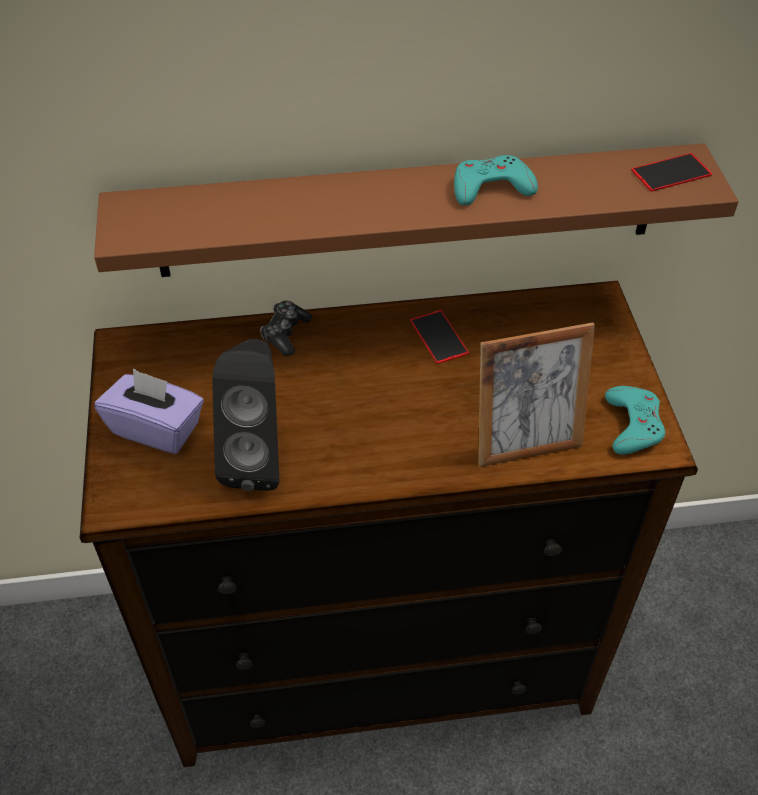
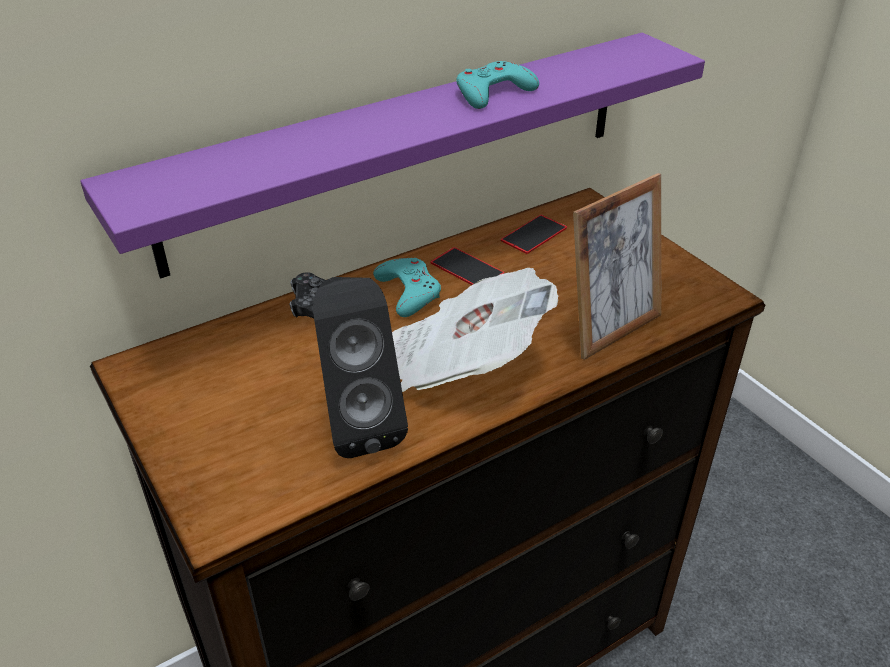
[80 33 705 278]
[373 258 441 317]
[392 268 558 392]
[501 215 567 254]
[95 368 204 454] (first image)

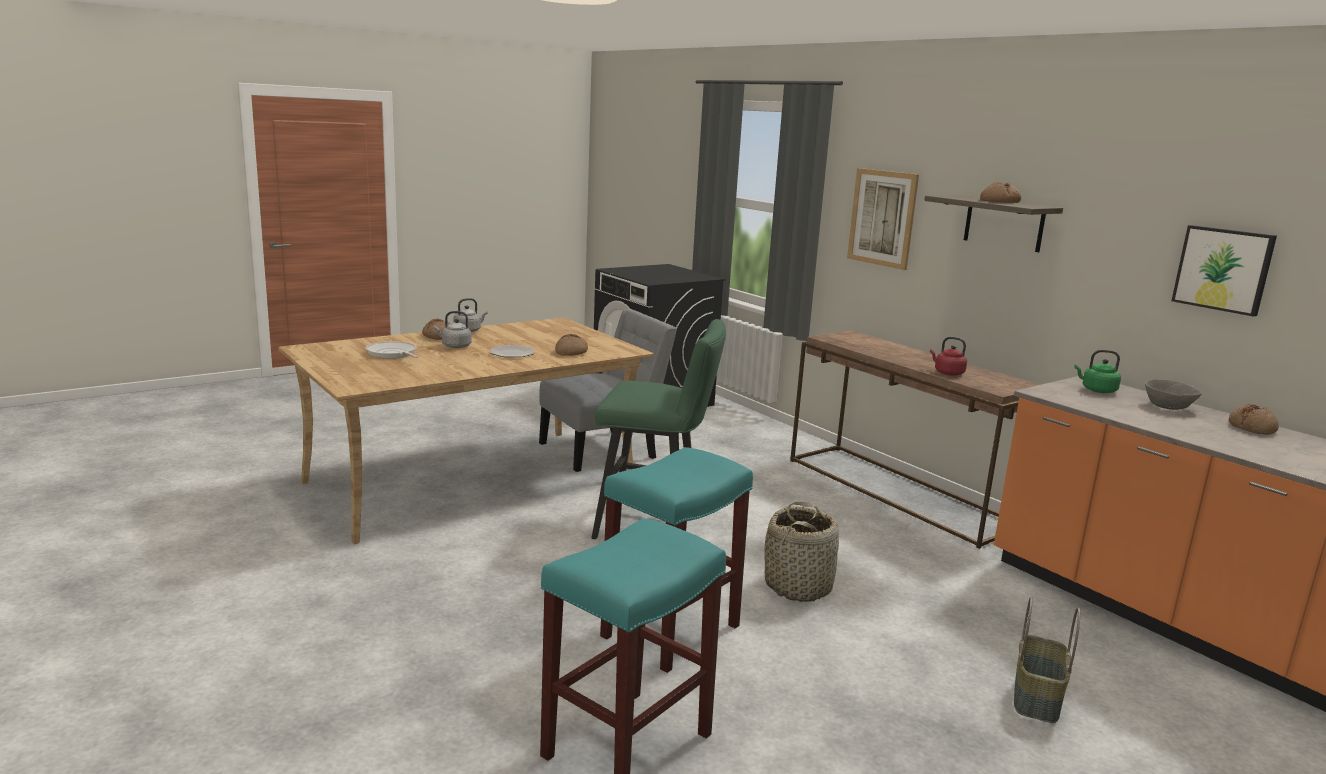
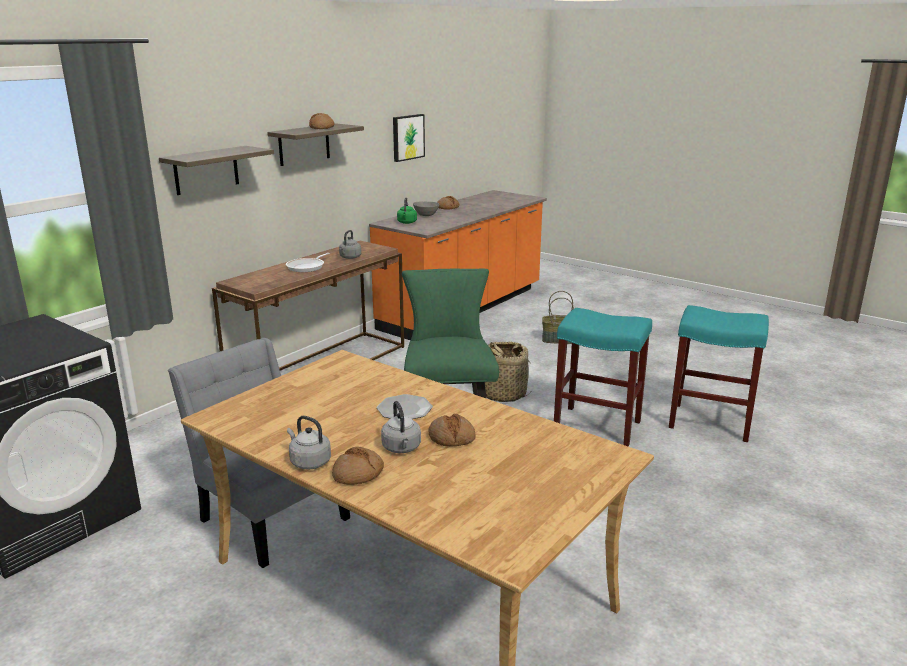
[159 146 274 195]
[286 253 330 272]
[339 230 361 259]
[428 414 476 446]

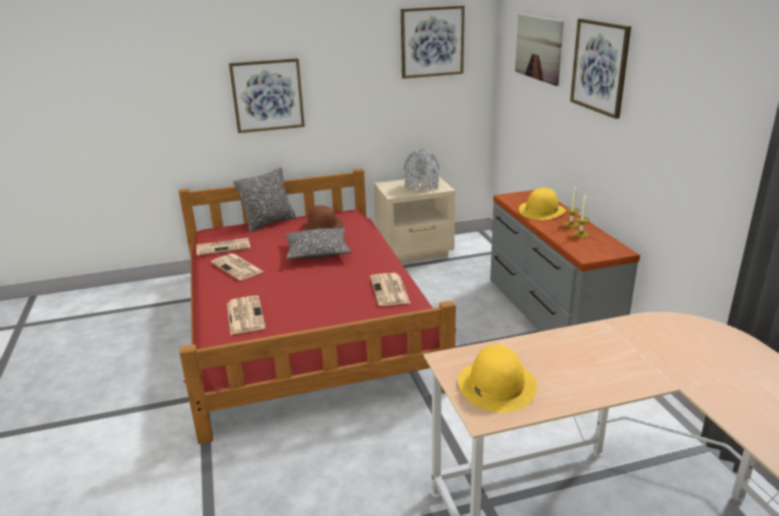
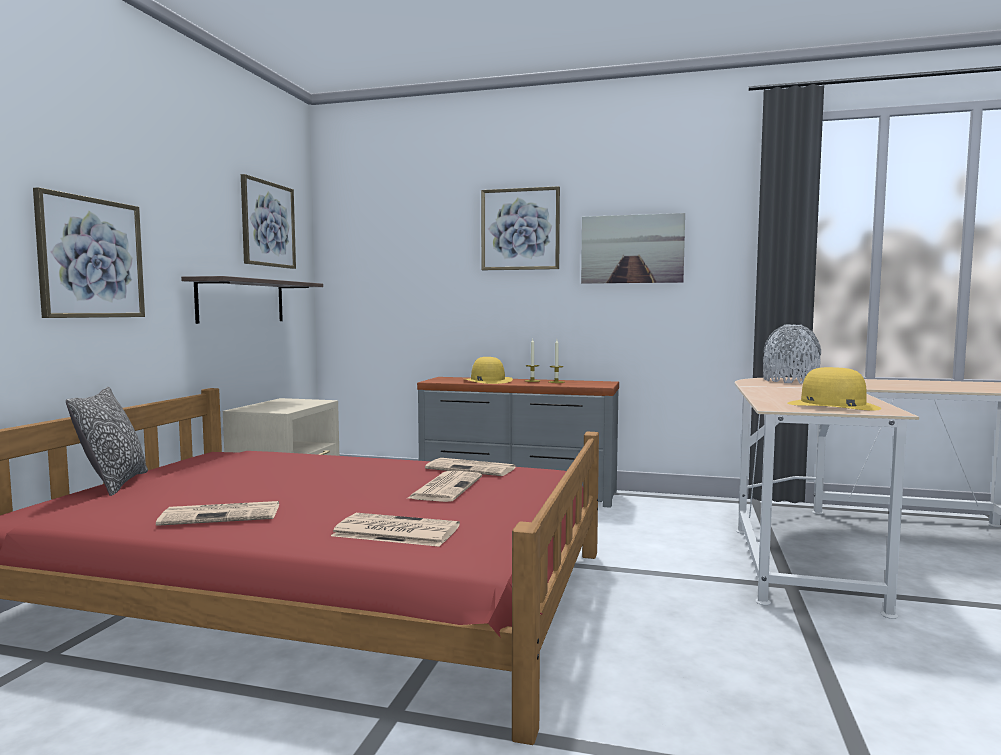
[181 276 323 324]
[408 471 482 502]
[581 213 685 284]
[763 325 821 384]
[286 228 351 259] (first image)
[302 205 343 230] (first image)

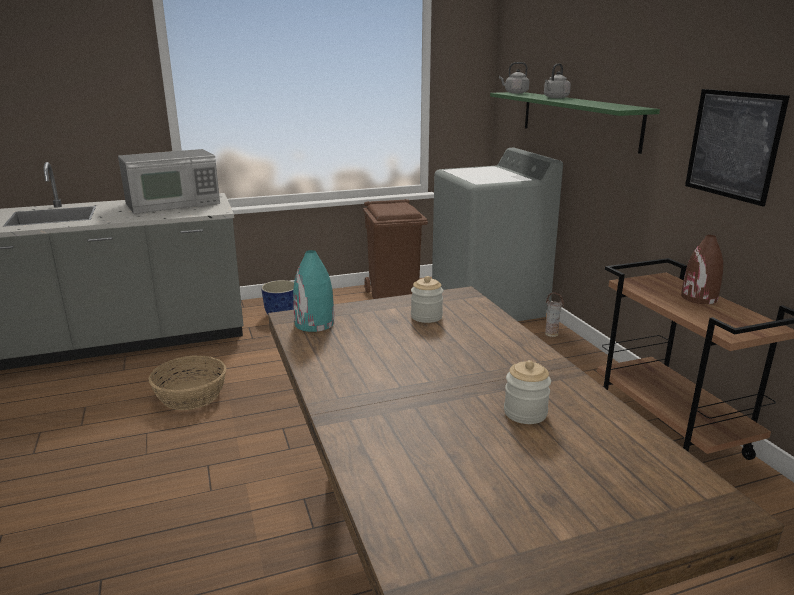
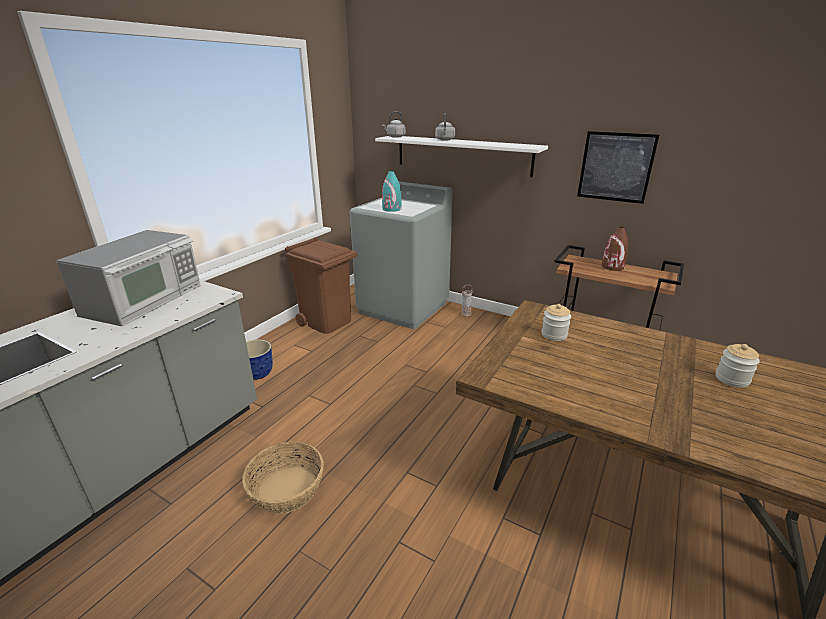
[375 136 548 177]
[382 171 402 212]

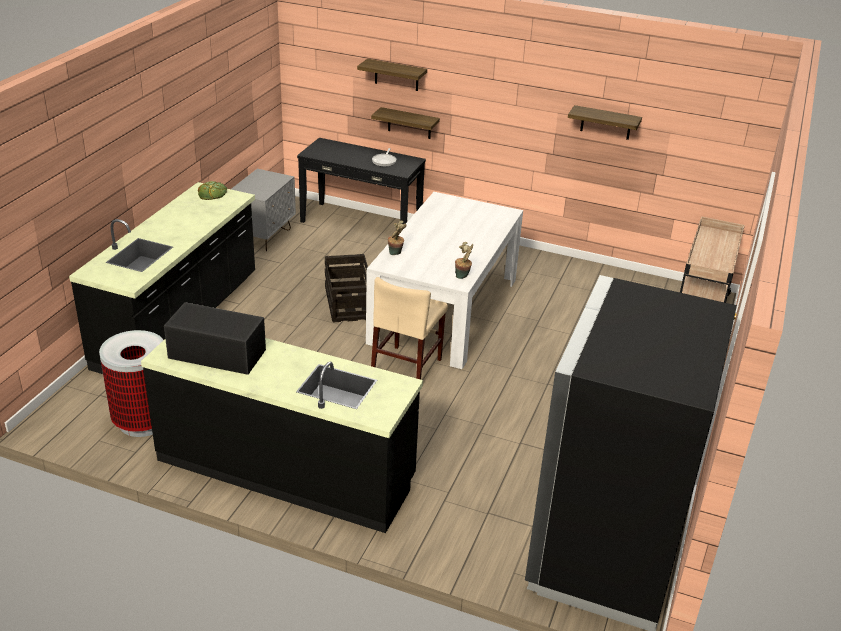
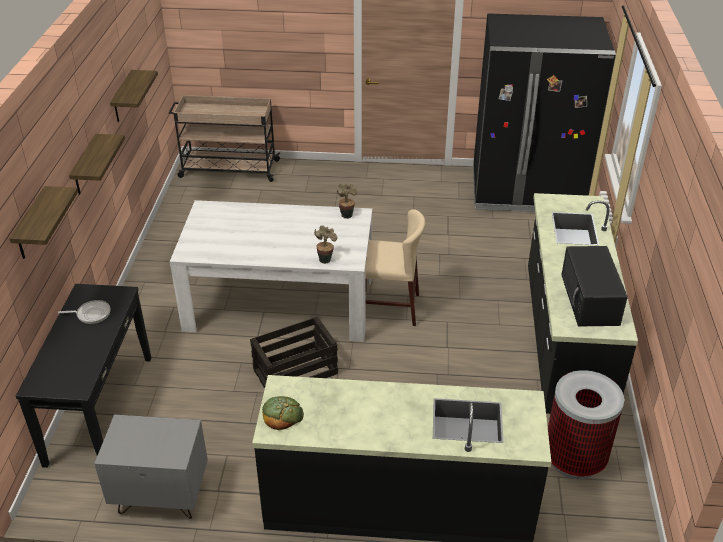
[69 134 125 195]

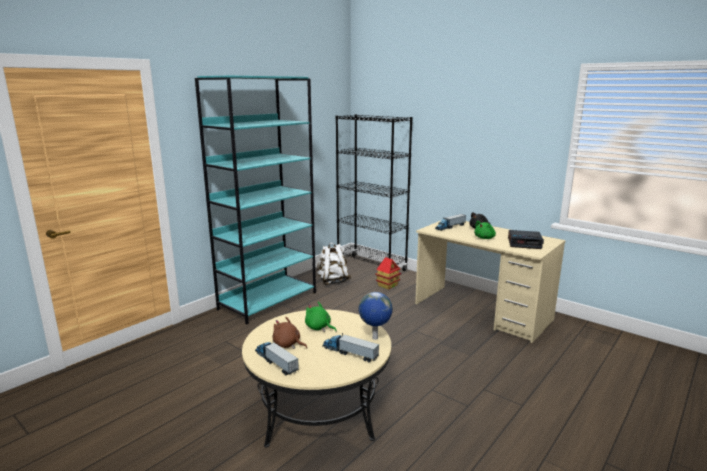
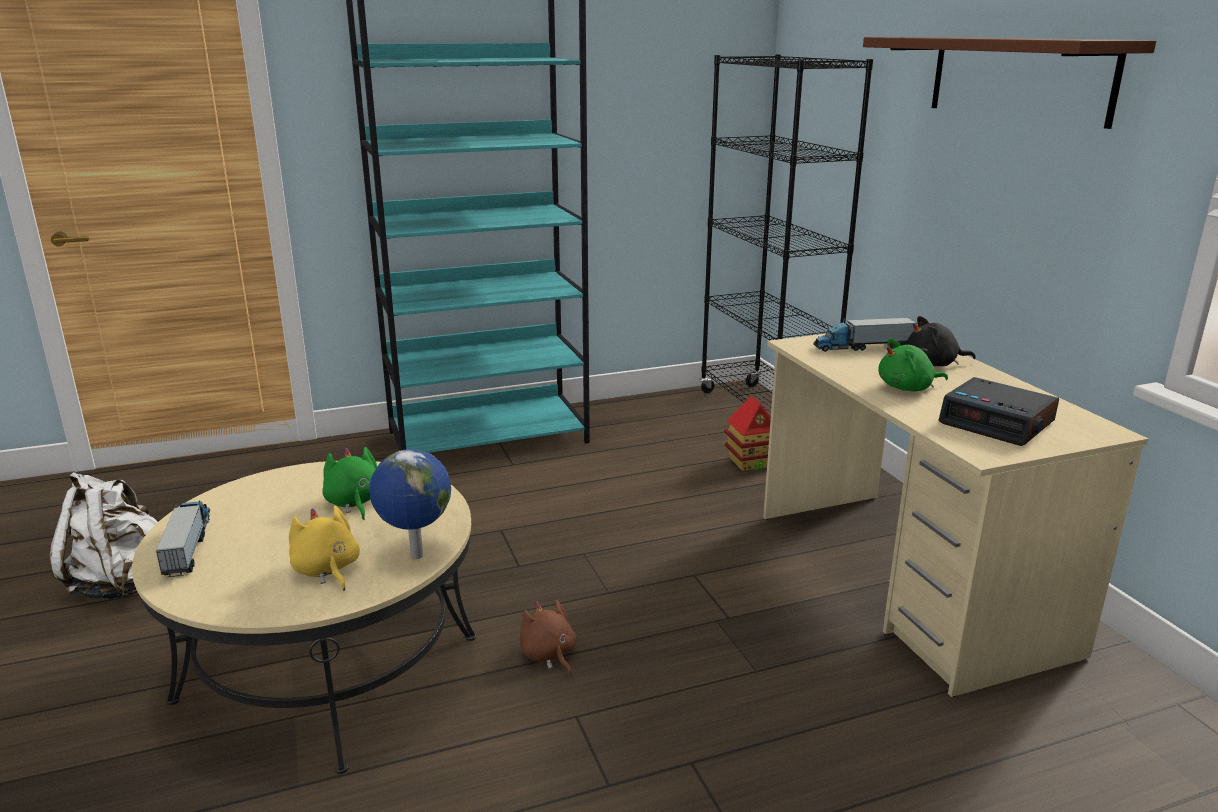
[49 472 158 600]
[289 506 360 591]
[520 600 577 677]
[863 37 1156 129]

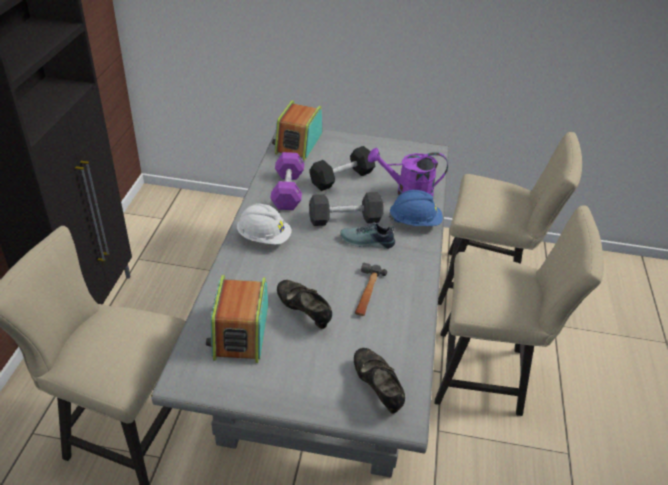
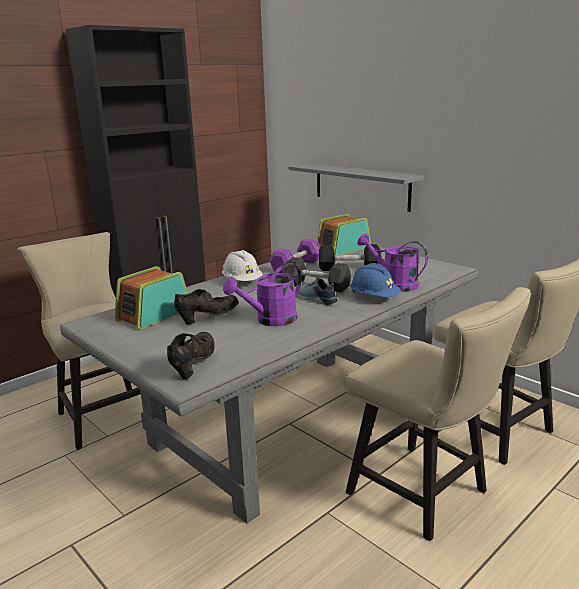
[174 289 239 325]
[223 263 302 326]
[289 163 424 212]

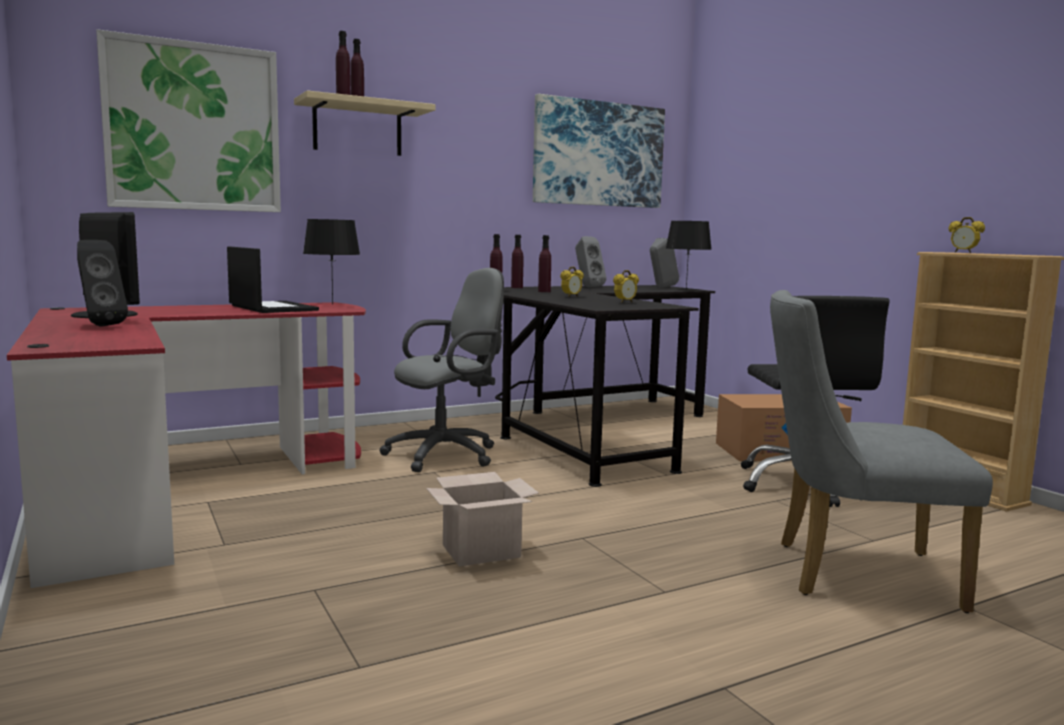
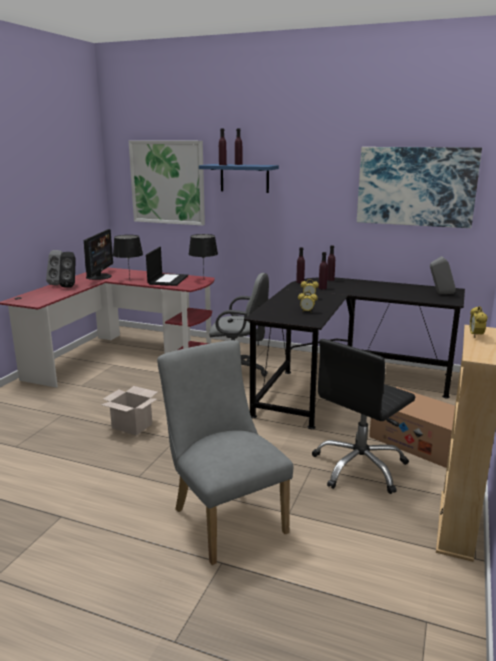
[46 250 63 285]
[113 235 143 277]
[199 164 279 193]

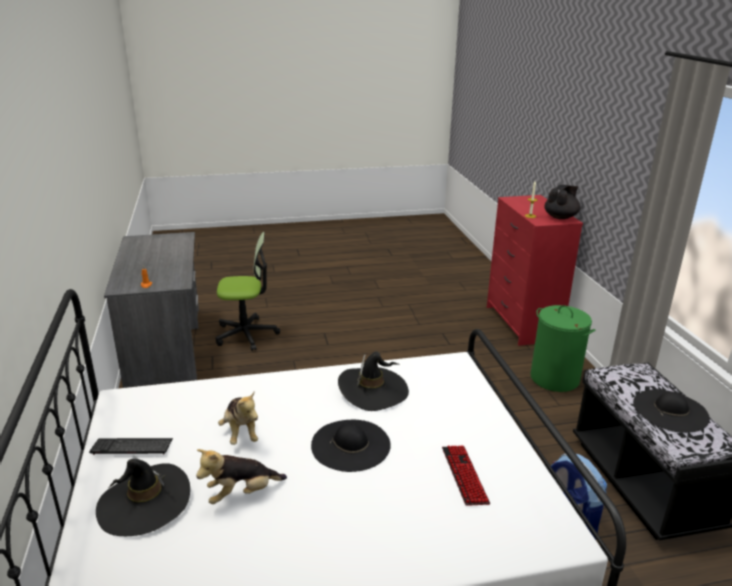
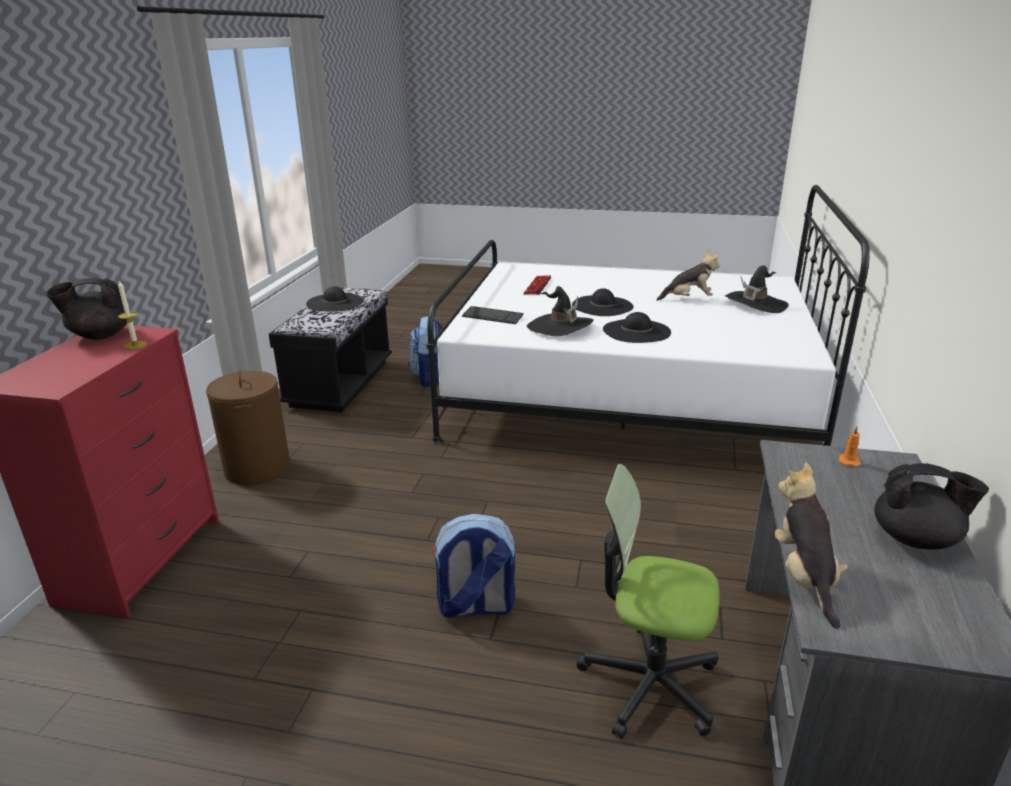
[206 369 290 485]
[432 514 515 618]
[462 306 524 324]
[603 312 671 343]
[774 462 848 629]
[874 463 989 550]

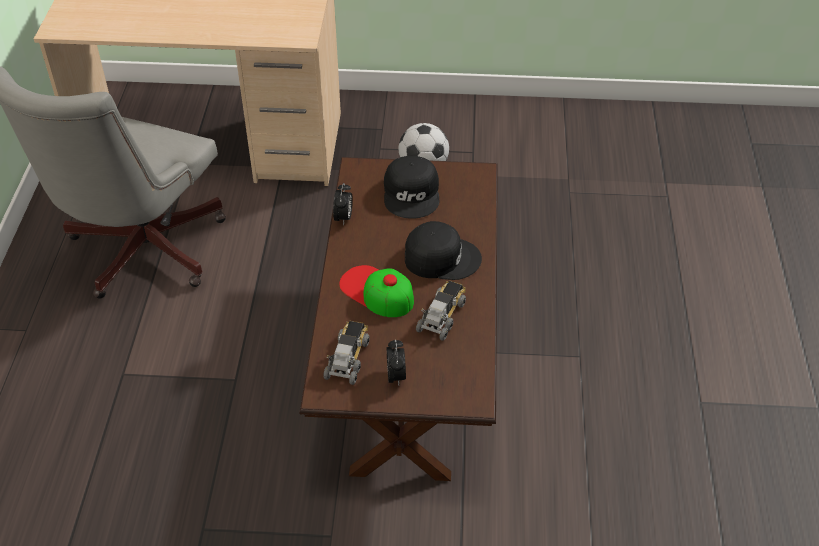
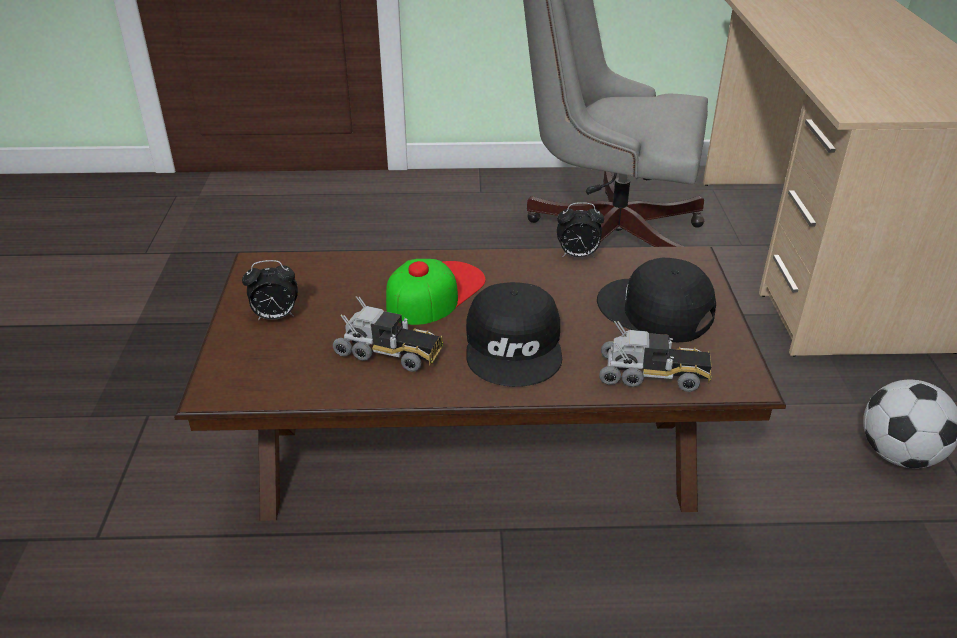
[597 258 716 342]
[599 321 712 392]

